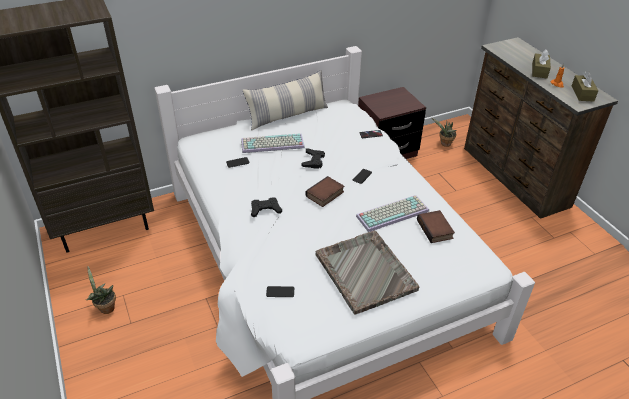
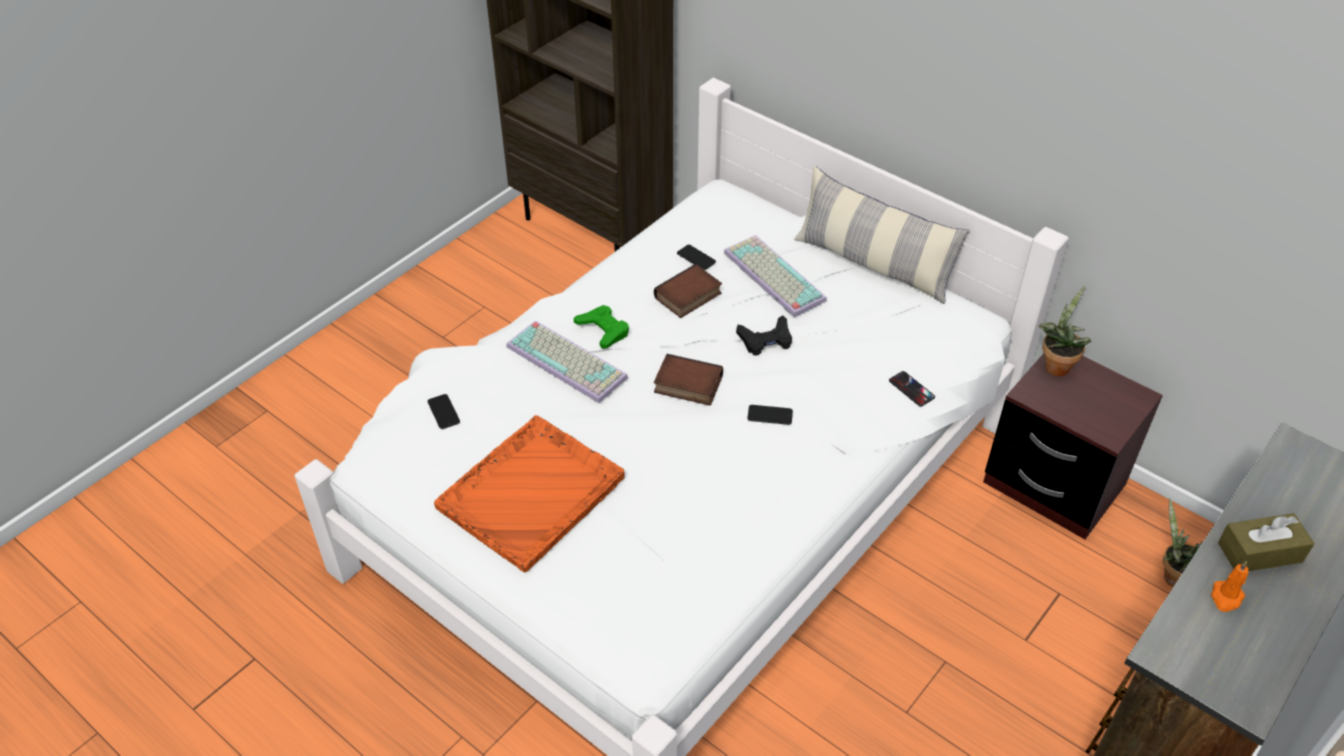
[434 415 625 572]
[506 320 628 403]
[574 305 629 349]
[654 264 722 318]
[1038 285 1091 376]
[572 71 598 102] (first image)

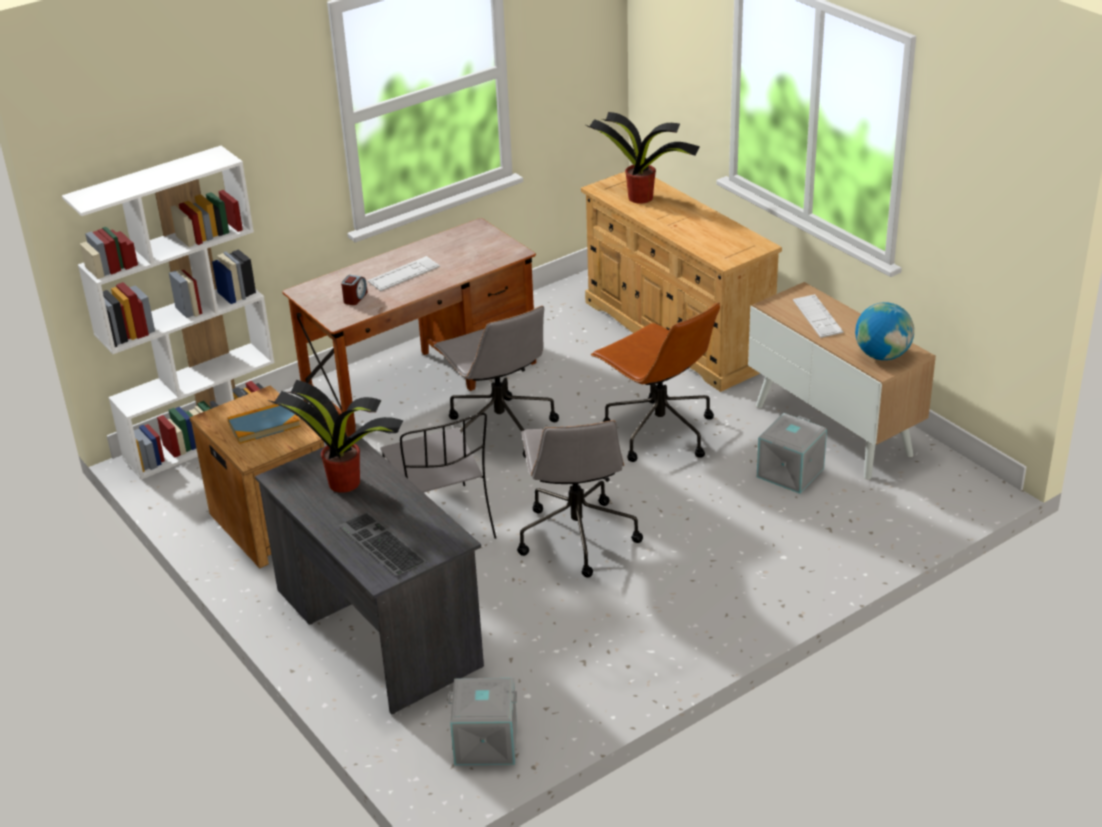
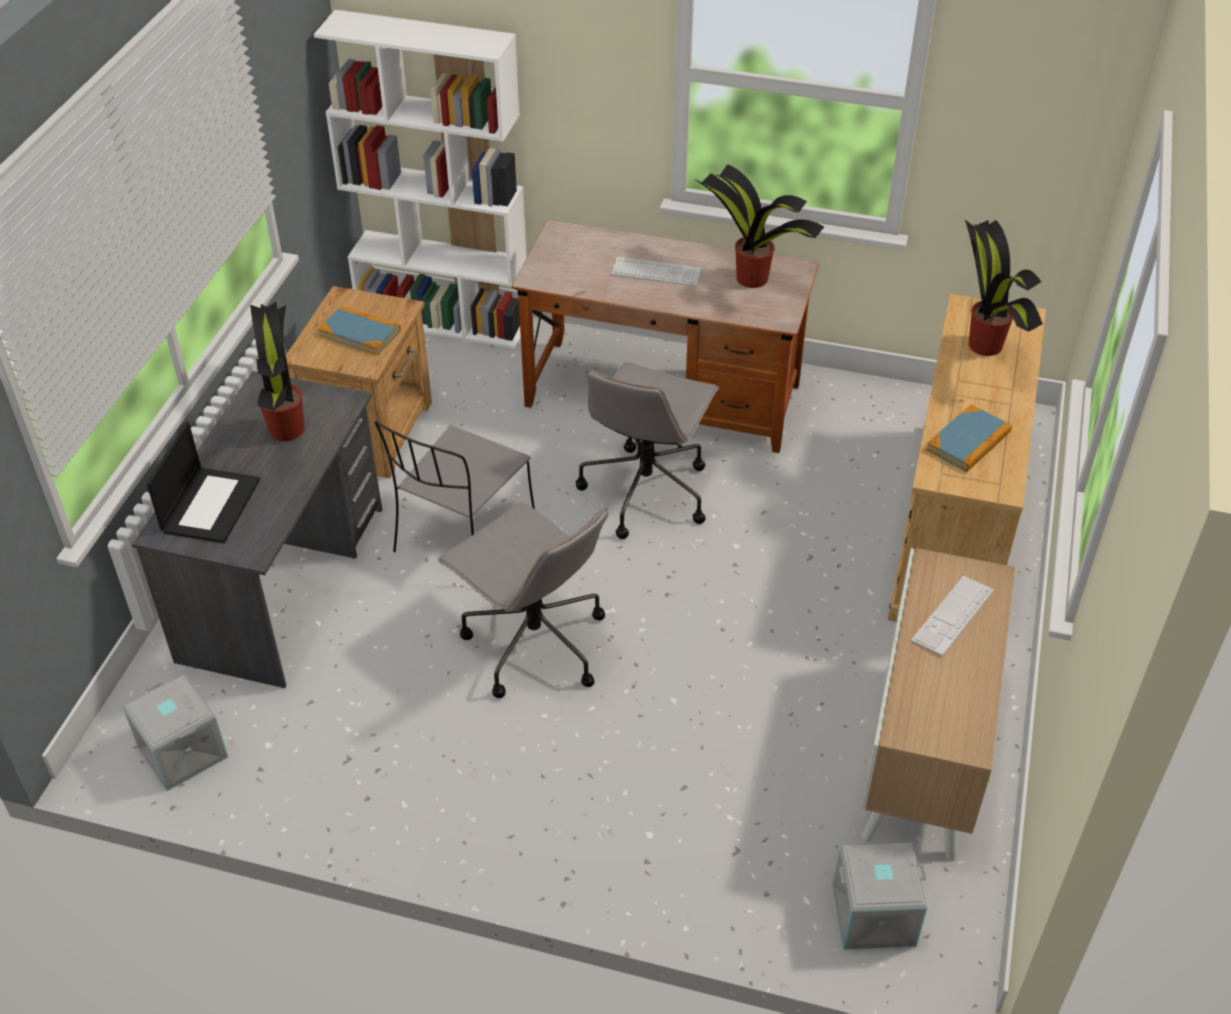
[146 422 260 543]
[437 502 608 698]
[694 164 824 288]
[832 842 927 950]
[926 405 1012 472]
[341 275 368 305] (first image)
[591 302 720 462] (first image)
[855 302 914 360] (first image)

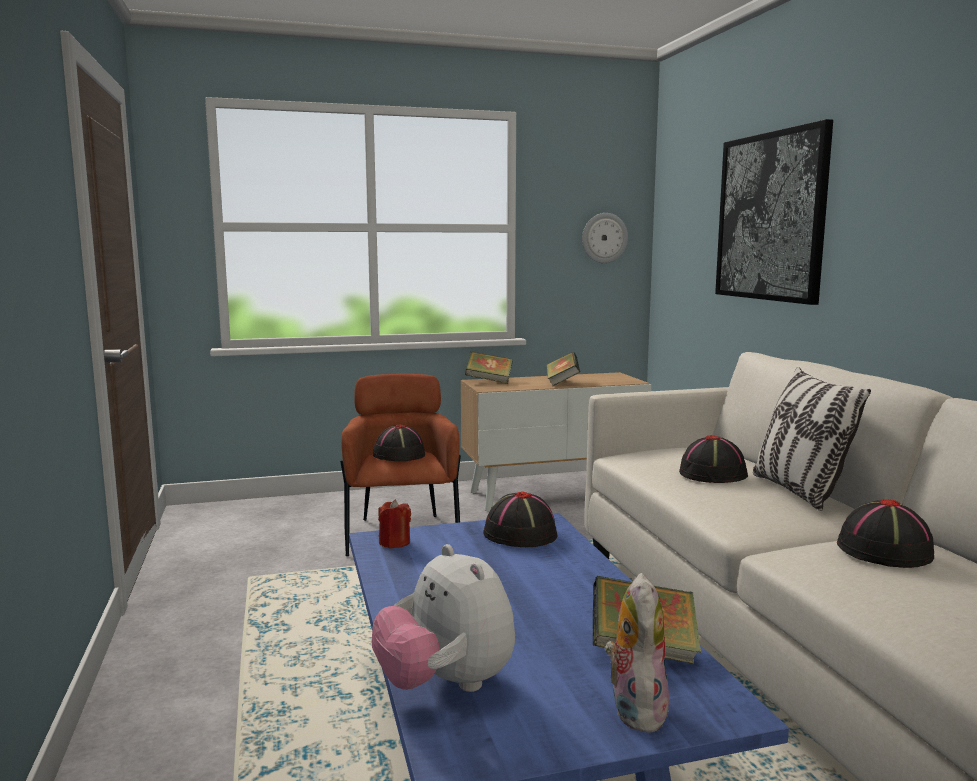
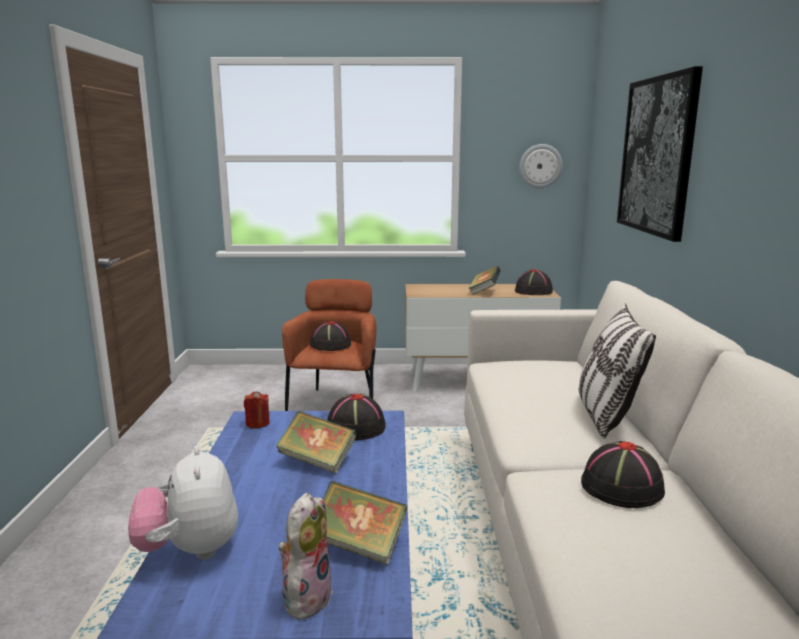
[276 411 356 474]
[515 269 553 295]

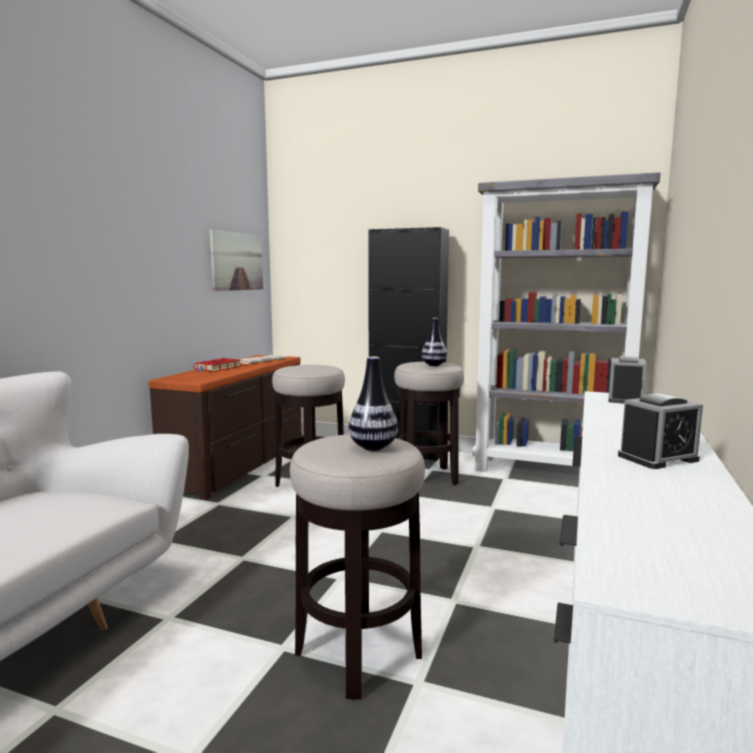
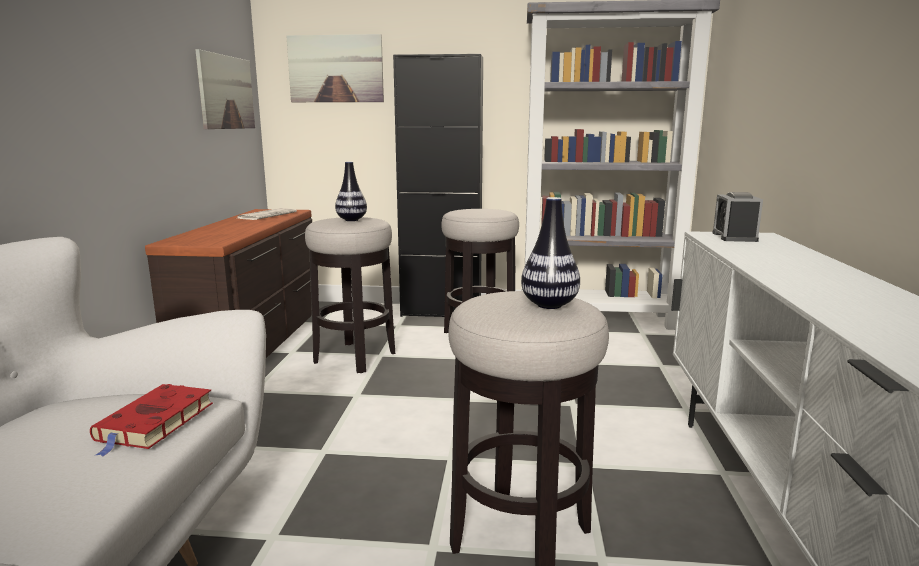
[90 384 213 457]
[286 34 384 102]
[335 161 367 221]
[618 394 703 469] (first image)

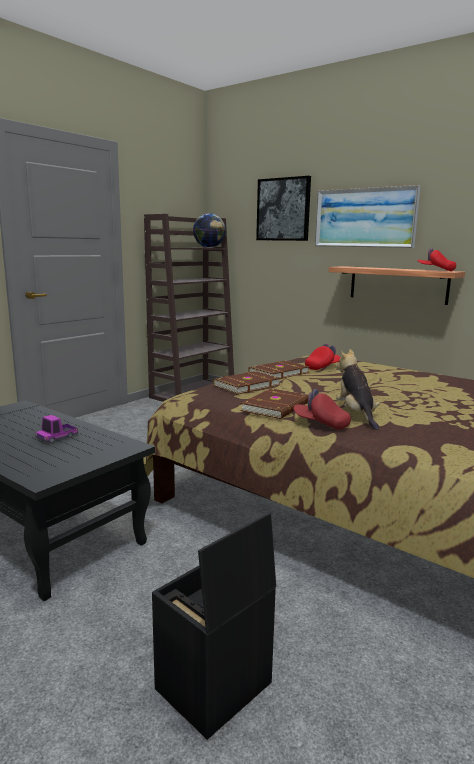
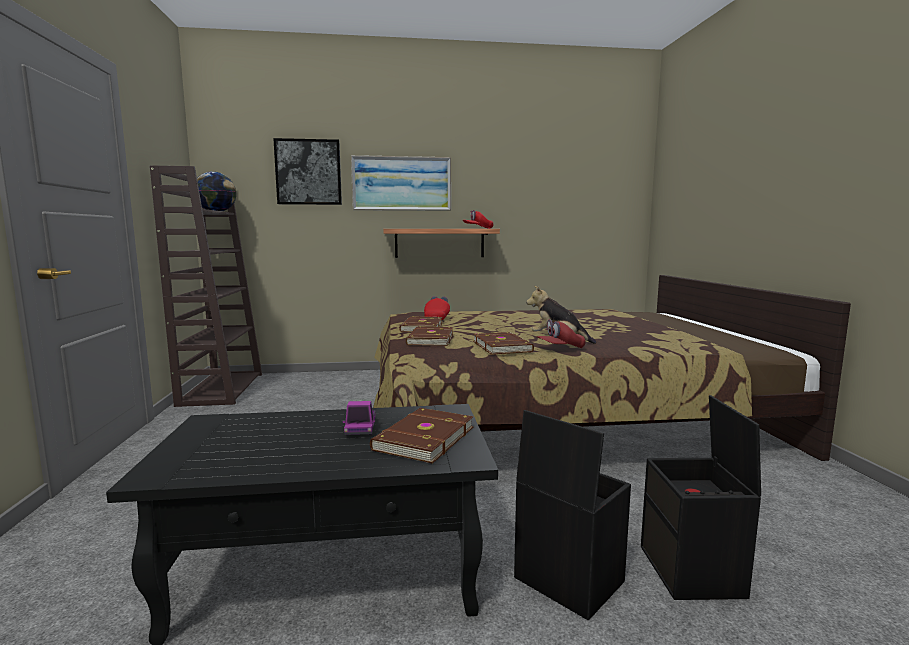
[370 408 474 464]
[514 410 631 620]

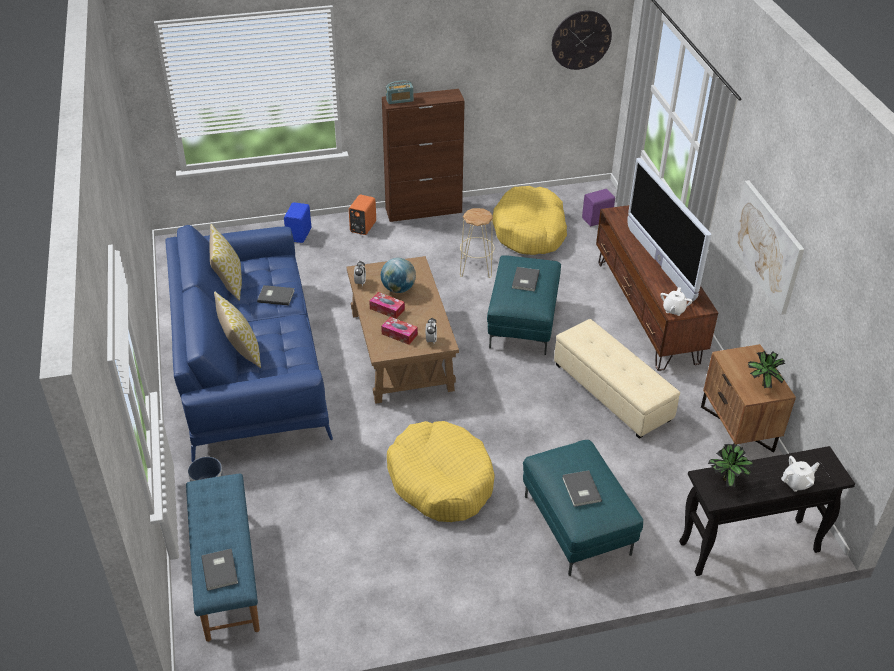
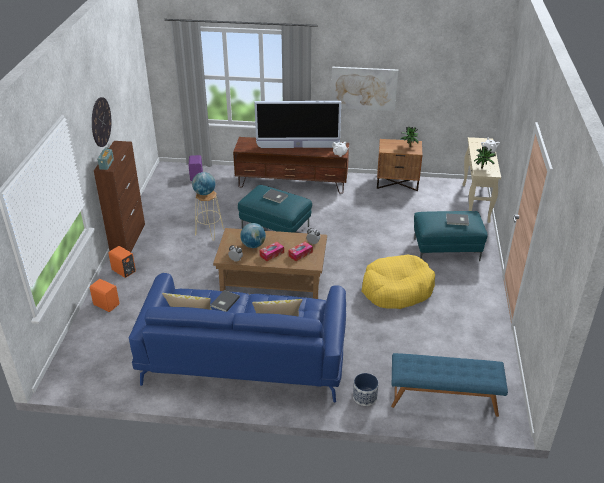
[90 279 119 312]
[92 97 111 147]
[192 172 215 195]
[463 137 501 223]
[201 548 238 591] (first image)
[492 186 567 255] (first image)
[554 319 680 439] (first image)

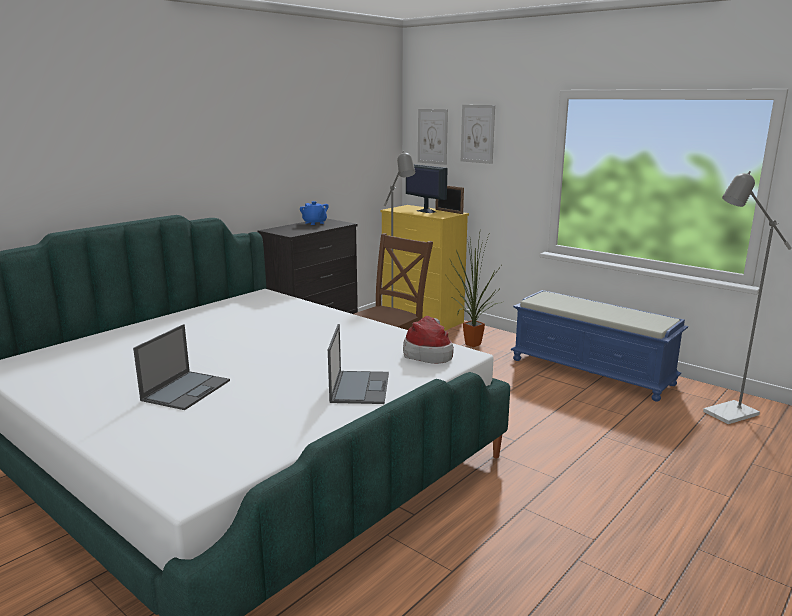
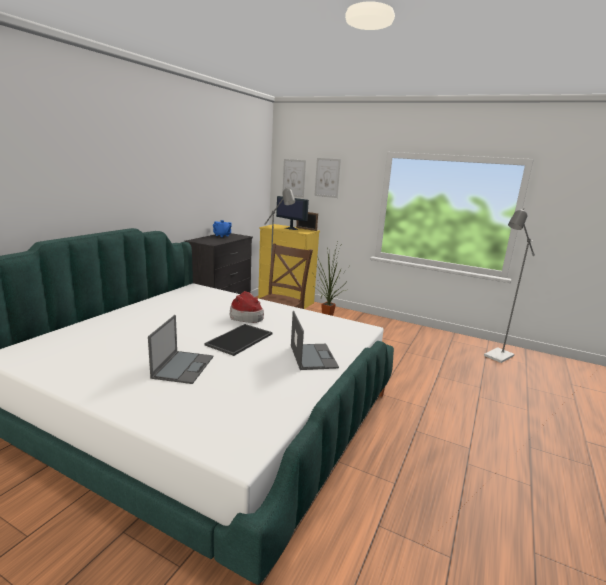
[204 324 273 356]
[230 291 264 323]
[511 290 688 401] (first image)

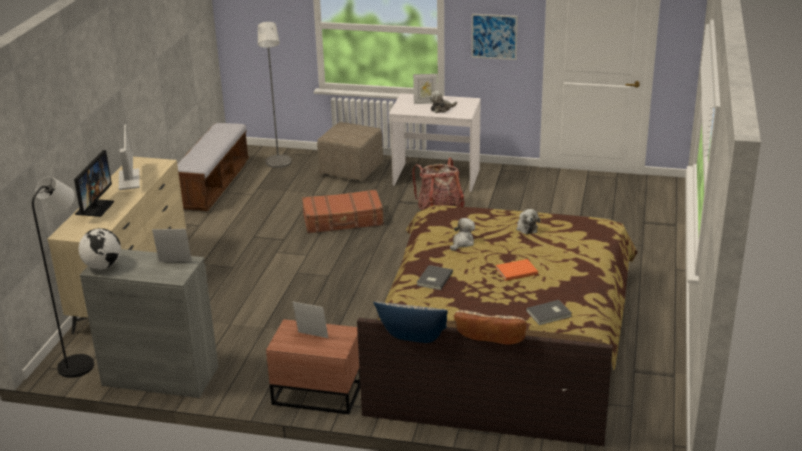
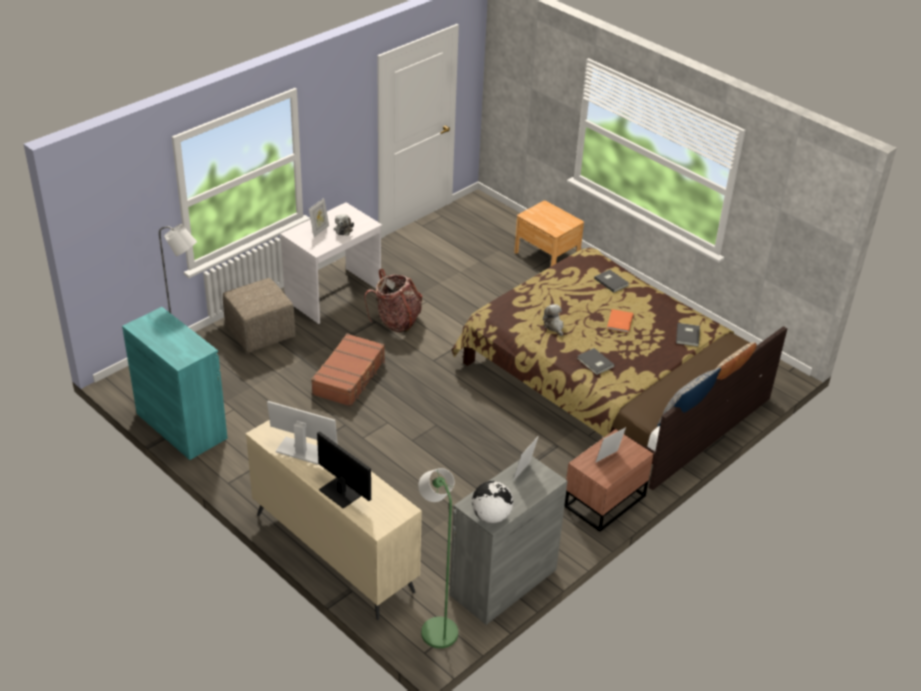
[122 307 228 460]
[418 468 458 648]
[514 201 584 266]
[594 270 629 293]
[471 14 518 60] (first image)
[516 209 540 234] (first image)

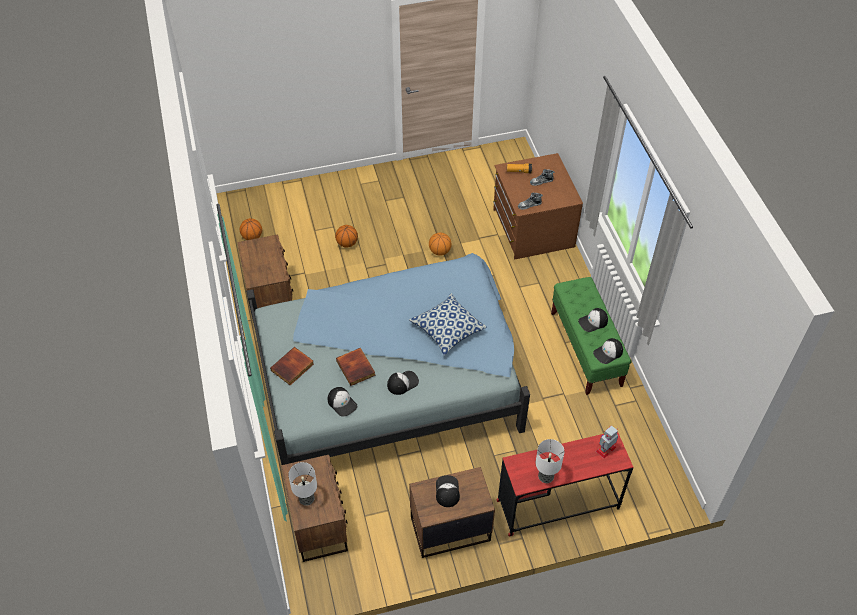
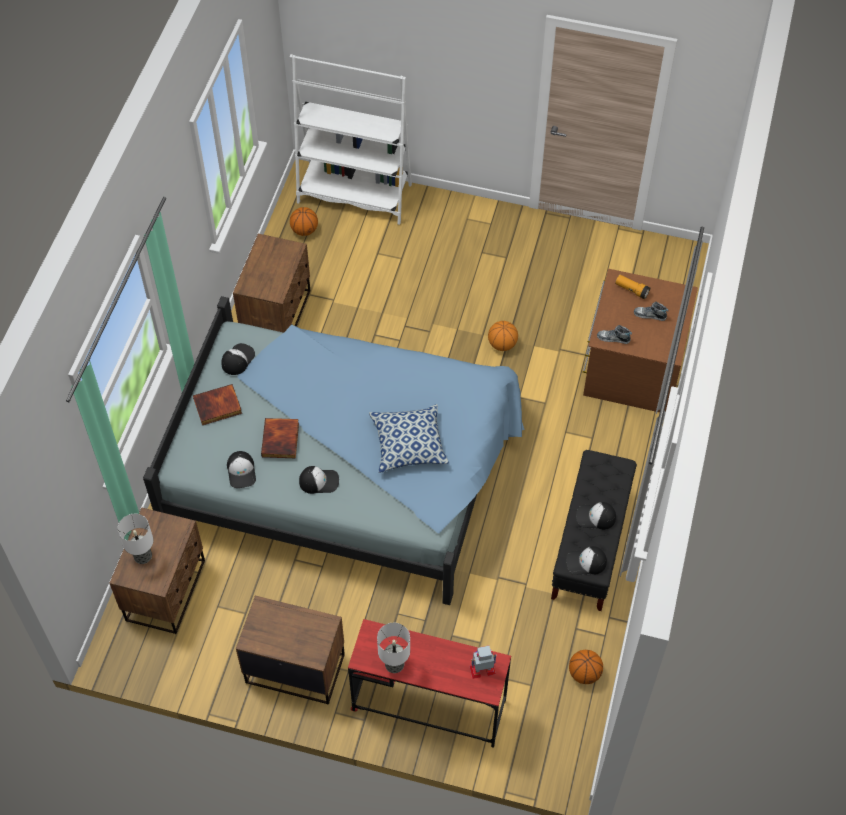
[221 343 255 375]
[290 54 412 225]
[551 450 637 611]
[569 650 603 684]

